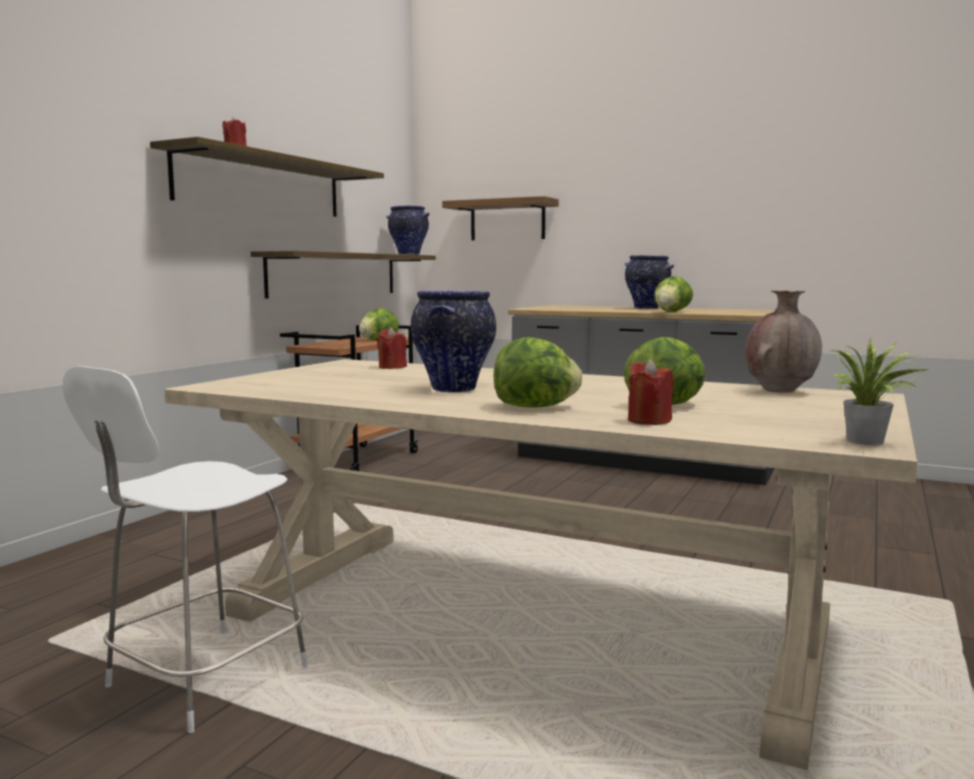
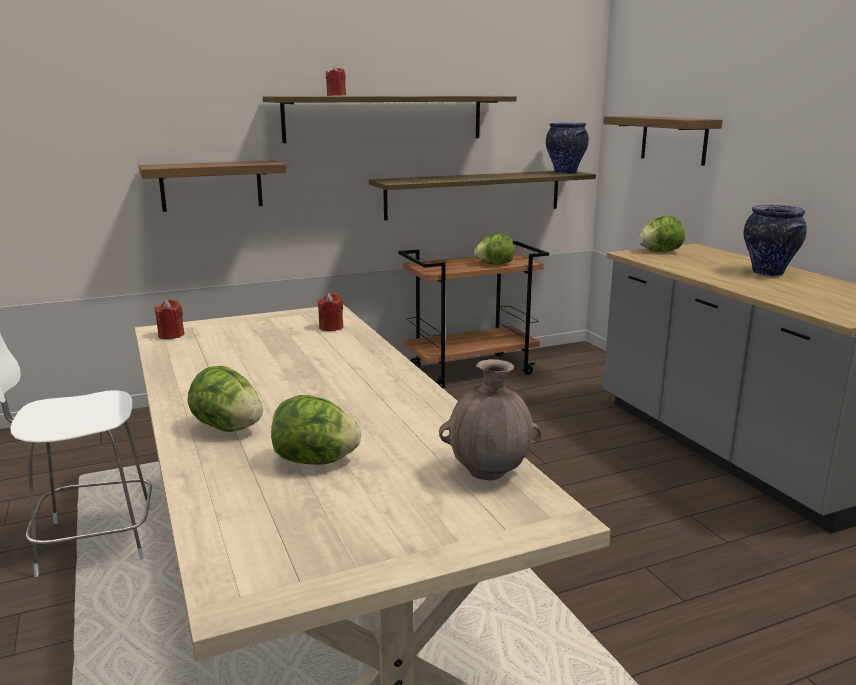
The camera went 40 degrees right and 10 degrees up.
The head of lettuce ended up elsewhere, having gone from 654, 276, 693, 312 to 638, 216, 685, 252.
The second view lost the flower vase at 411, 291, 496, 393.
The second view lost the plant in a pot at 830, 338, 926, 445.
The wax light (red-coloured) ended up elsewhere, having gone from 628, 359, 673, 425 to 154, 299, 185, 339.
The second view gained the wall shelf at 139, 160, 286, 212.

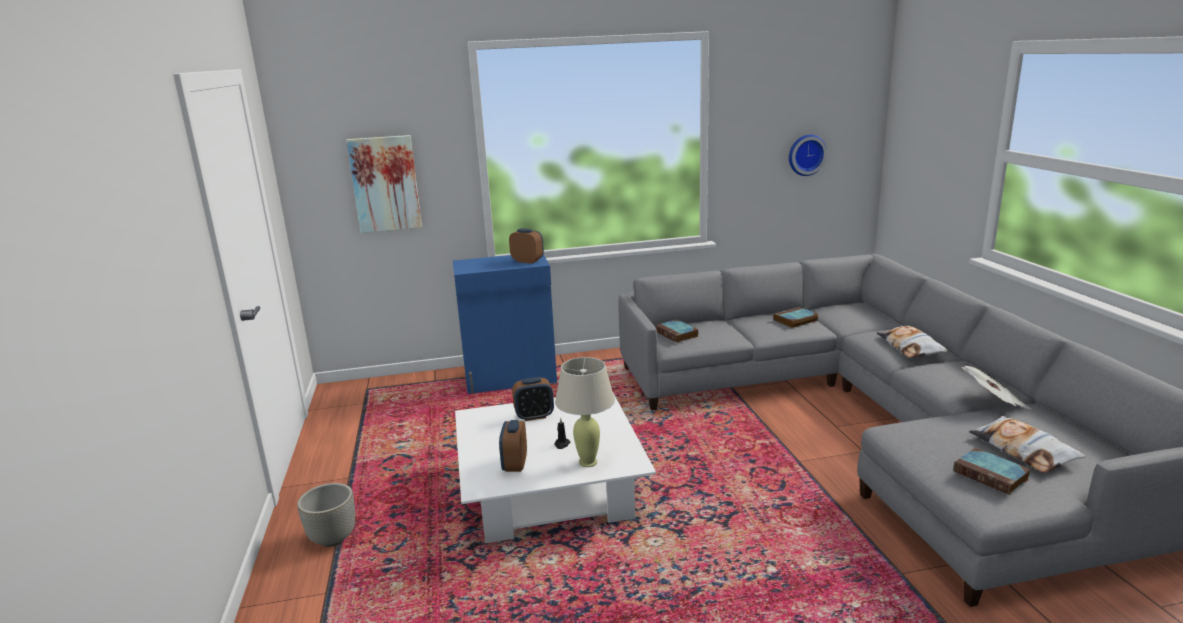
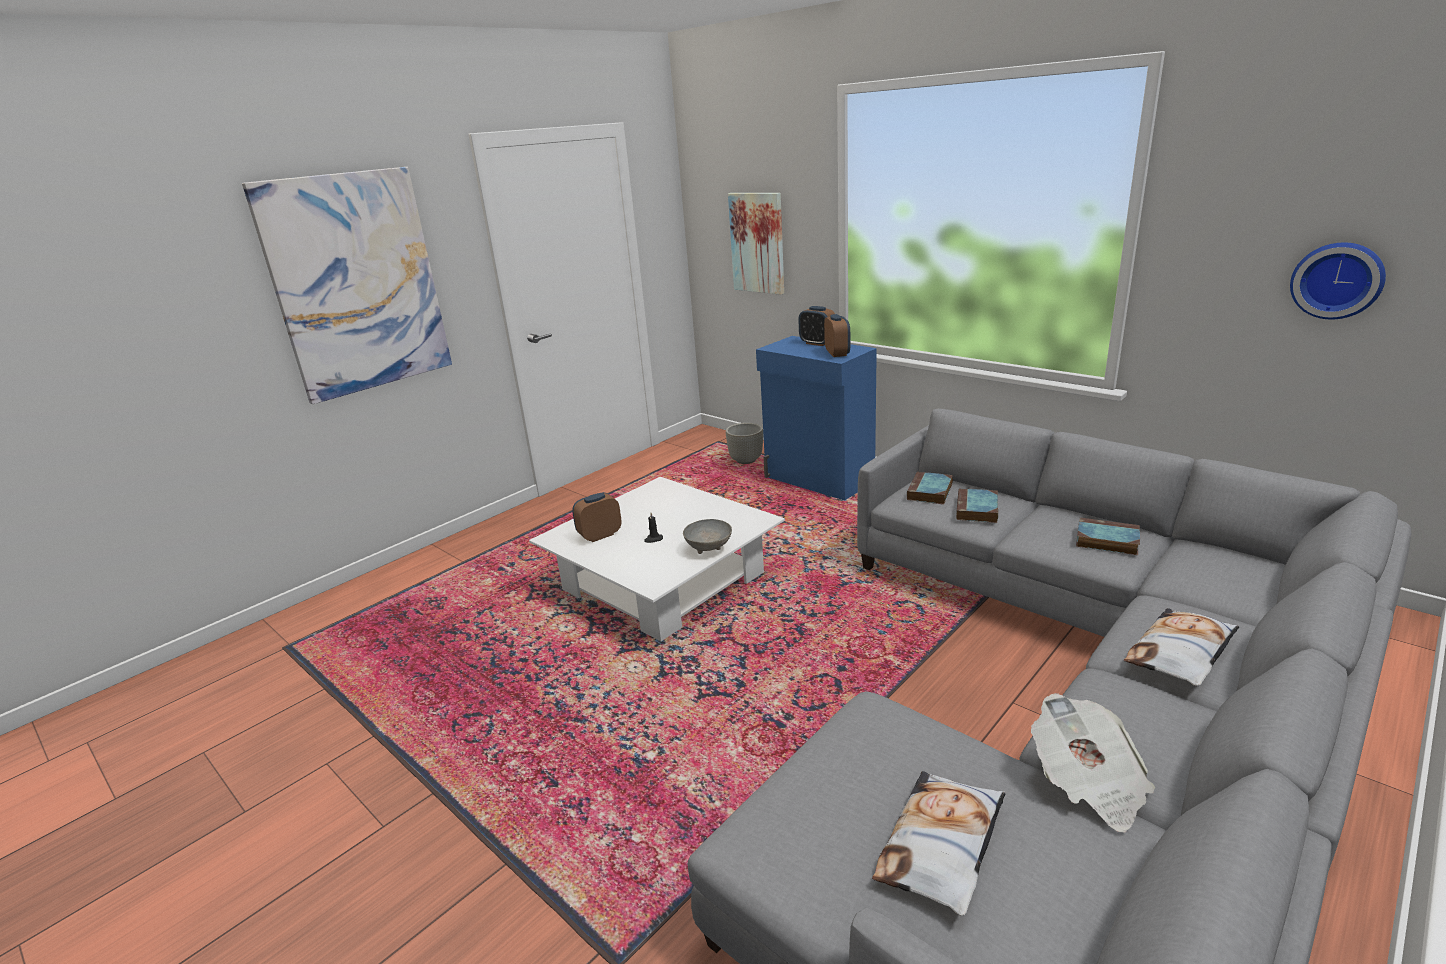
The camera went 55 degrees right and 5 degrees up.
The second view lost the table lamp (beige-coloured) at 555, 357, 615, 467.
The table clock ended up elsewhere, having gone from 512, 377, 554, 421 to 799, 306, 835, 346.
The book ended up elsewhere, having gone from 953, 448, 1031, 495 to 956, 488, 998, 523.
The plant pot (grey) ended up elsewhere, having gone from 297, 483, 355, 547 to 726, 423, 763, 464.
The second view gained the wall picture at 242, 167, 452, 404.
The second view gained the bowl (grey) at 683, 519, 732, 554.

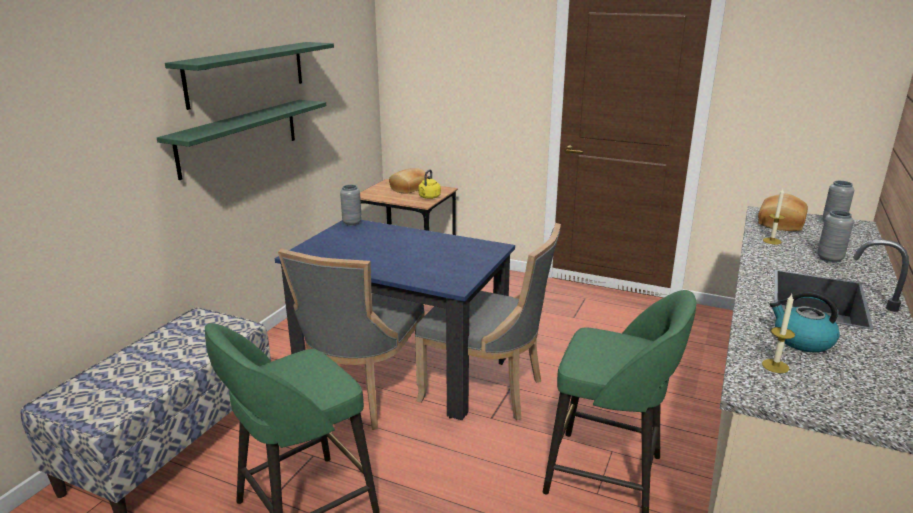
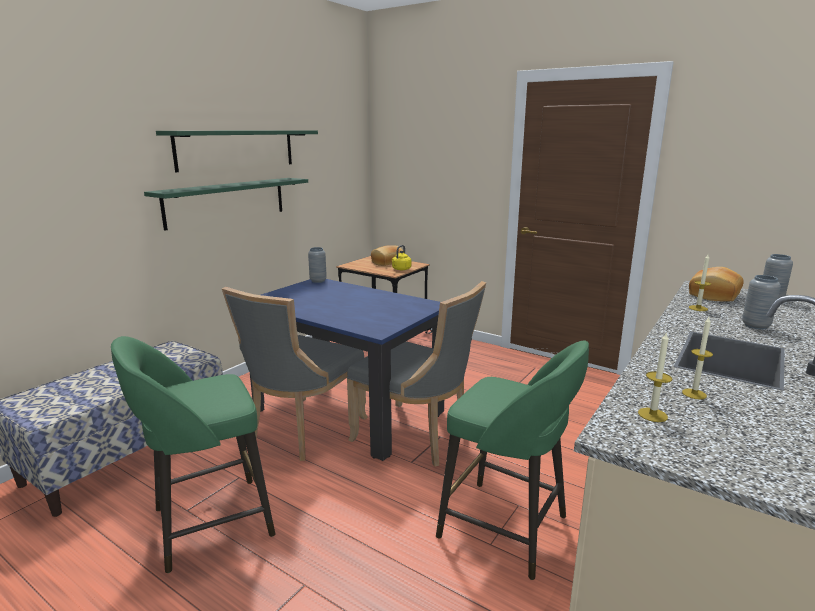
The camera went 10 degrees right and 5 degrees down.
Where the tea kettle stood at 770, 290, 840, 352, the wax light came to stand at 682, 317, 713, 400.

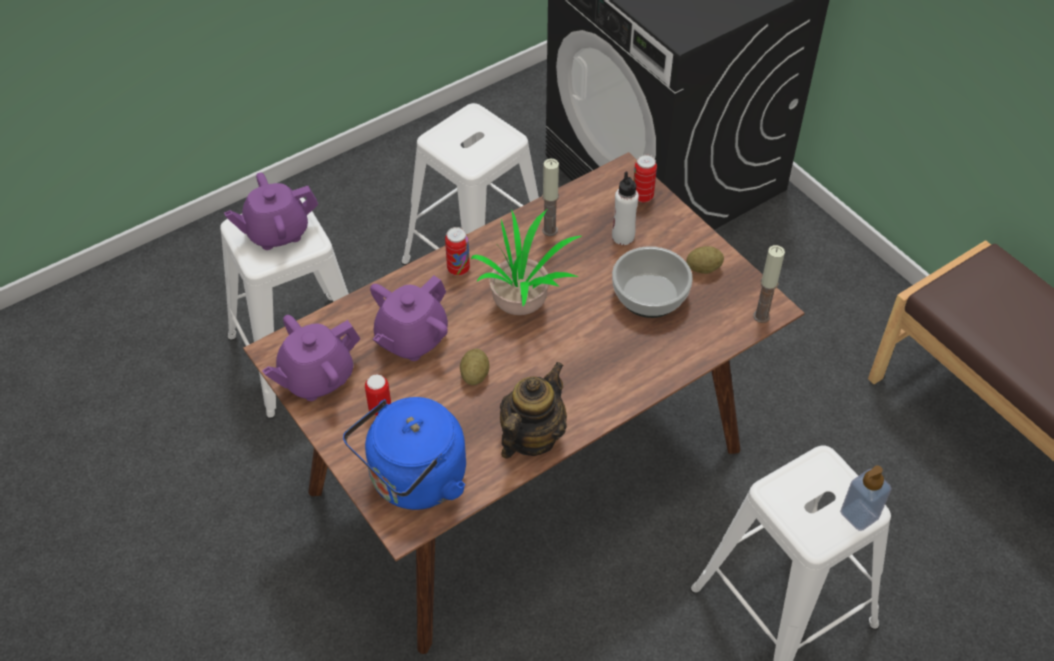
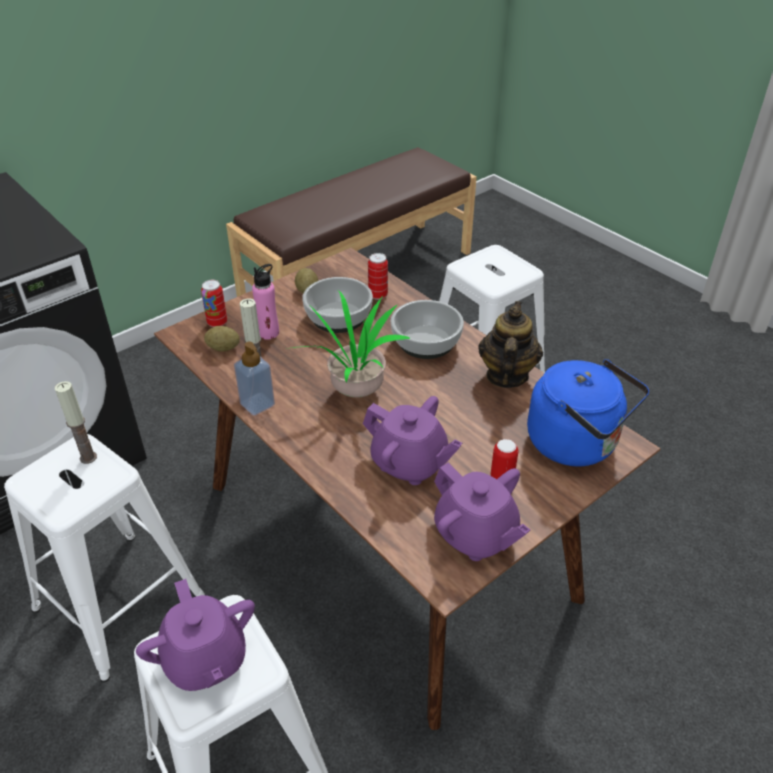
The camera went 95 degrees left and 10 degrees down.
What was the beverage bottle (whitish) at 612, 171, 639, 245 turned into the beverage bottle (pink) at 252, 264, 279, 339.
The metal can ended up elsewhere, having gone from 445, 227, 470, 276 to 368, 253, 388, 300.
The wax light ended up elsewhere, having gone from 753, 245, 785, 323 to 54, 381, 97, 464.
The potato ended up elsewhere, having gone from 460, 348, 490, 385 to 204, 326, 240, 352.
The teapot at 500, 362, 567, 459 ended up facing another way, 75 degrees clockwise from before.
The soap dispenser ended up elsewhere, having gone from 840, 466, 892, 531 to 234, 342, 275, 415.
The second view gained the bowl at 391, 300, 464, 359.

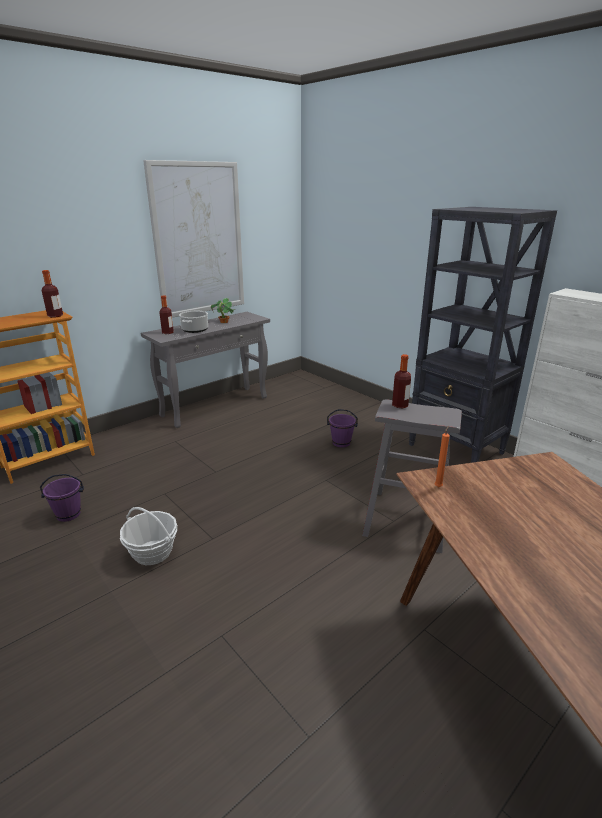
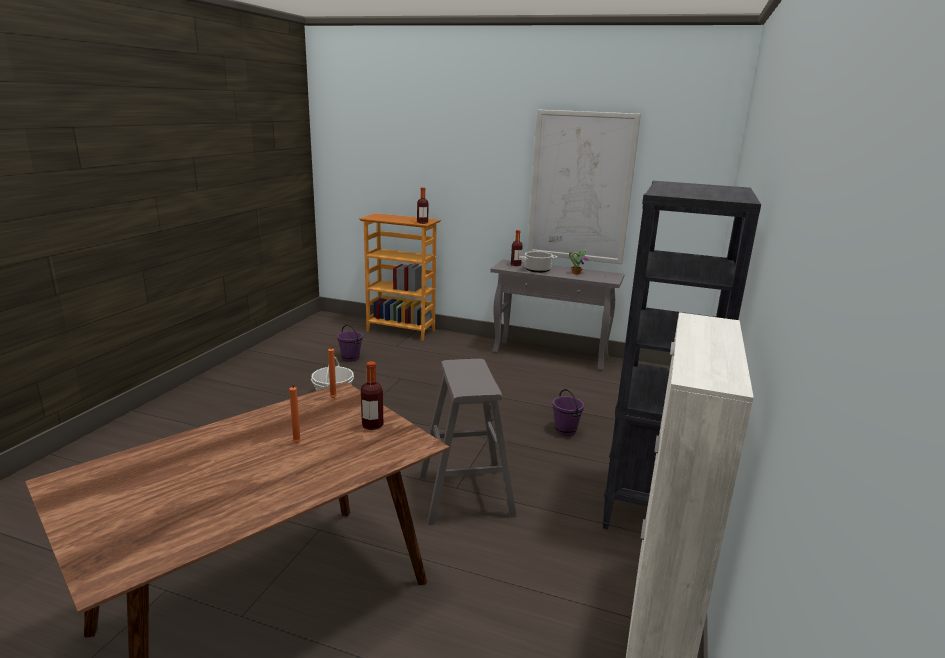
The camera went 60 degrees right and 5 degrees down.
The beverage bottle ended up elsewhere, having gone from 392, 354, 411, 408 to 361, 361, 383, 430.
The second view gained the wax light (orange-coloured) at 289, 385, 301, 443.

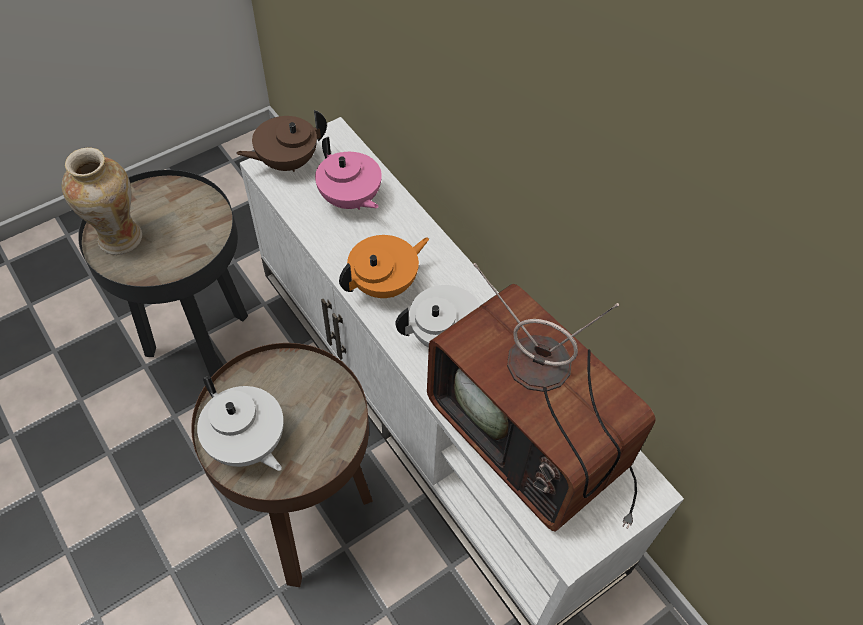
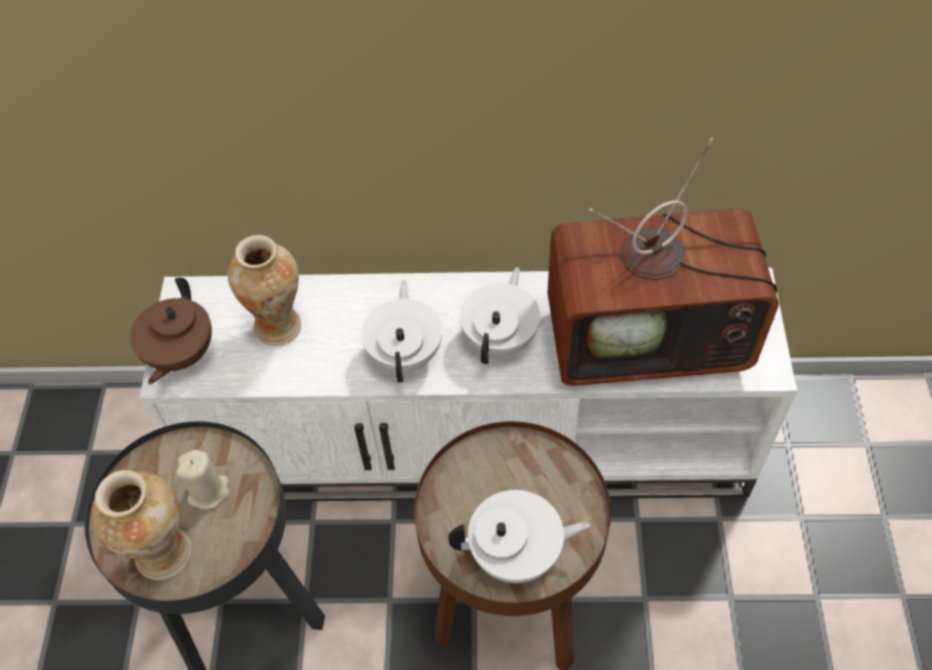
The camera went 50 degrees left and 0 degrees up.
Where the teapot (pink) stood at 315, 137, 382, 210, the flower vase came to stand at 228, 235, 301, 346.
What was the teapot (orange-coloured) at 339, 235, 429, 298 turned into the teapot (whitish) at 361, 280, 442, 383.
The second view gained the wax light (beige-coloured) at 176, 450, 229, 509.

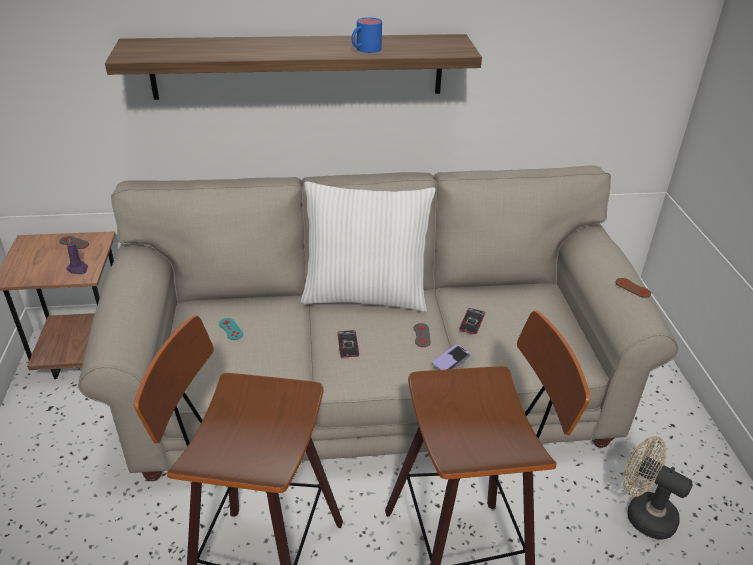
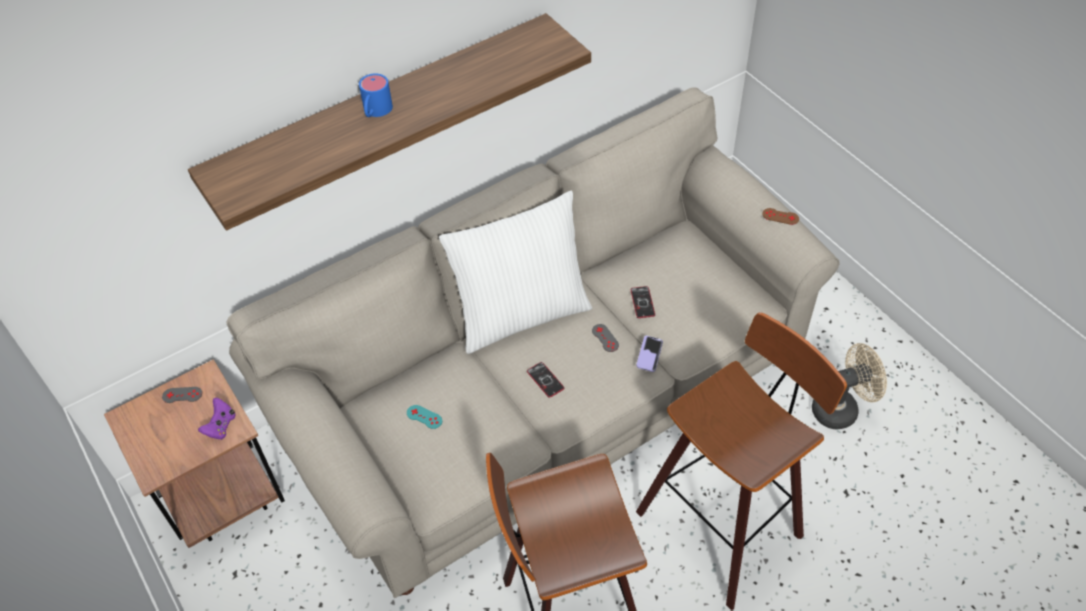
The camera went 25 degrees left and 15 degrees up.
The tea mug (blue) ended up elsewhere, having gone from 352, 17, 382, 53 to 359, 73, 393, 117.
Where the wax light (purple-coloured) stood at 66, 239, 88, 274, the gamepad (purple-coloured) came to stand at 198, 398, 235, 440.
The electric fan (beige-coloured) at 623, 436, 693, 540 ended up facing another way, 150 degrees clockwise from before.

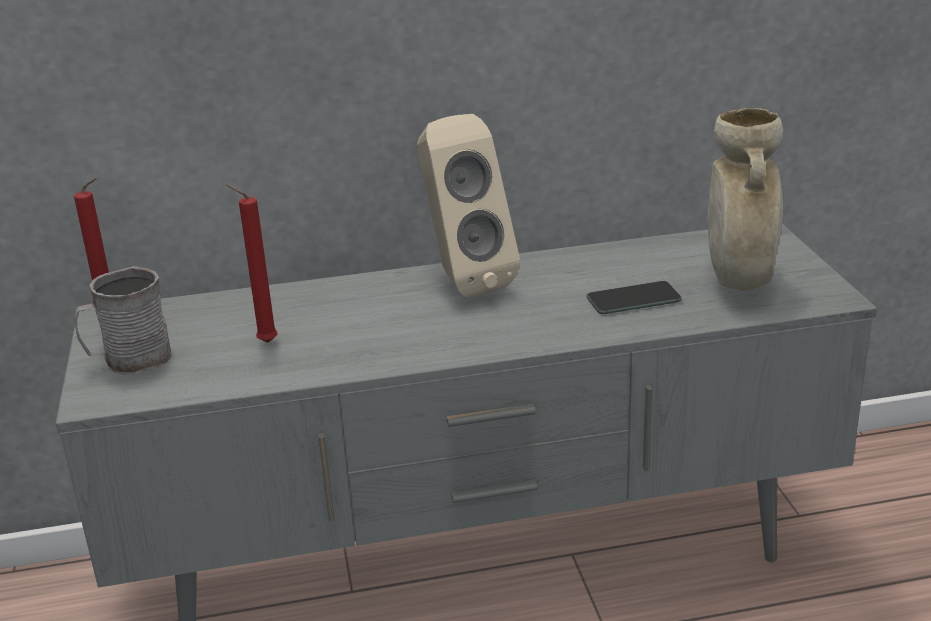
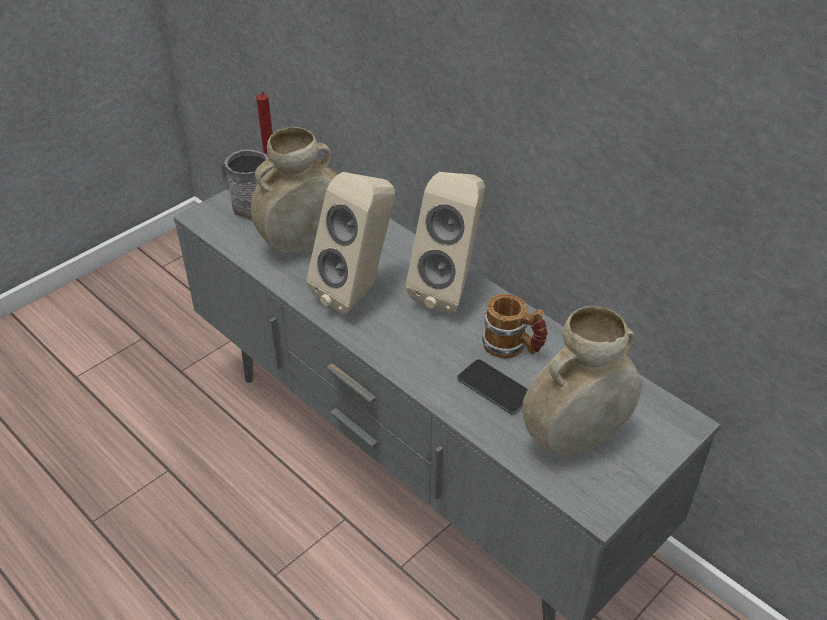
The camera went 55 degrees right and 15 degrees up.
Where the wax light (red-coloured) stood at 226, 184, 278, 343, the flower vase (beige-coloured) came to stand at 251, 127, 337, 253.
The second view gained the audio speaker (beige-coloured) at 307, 172, 395, 315.
The second view gained the tea mug at 482, 294, 548, 359.

